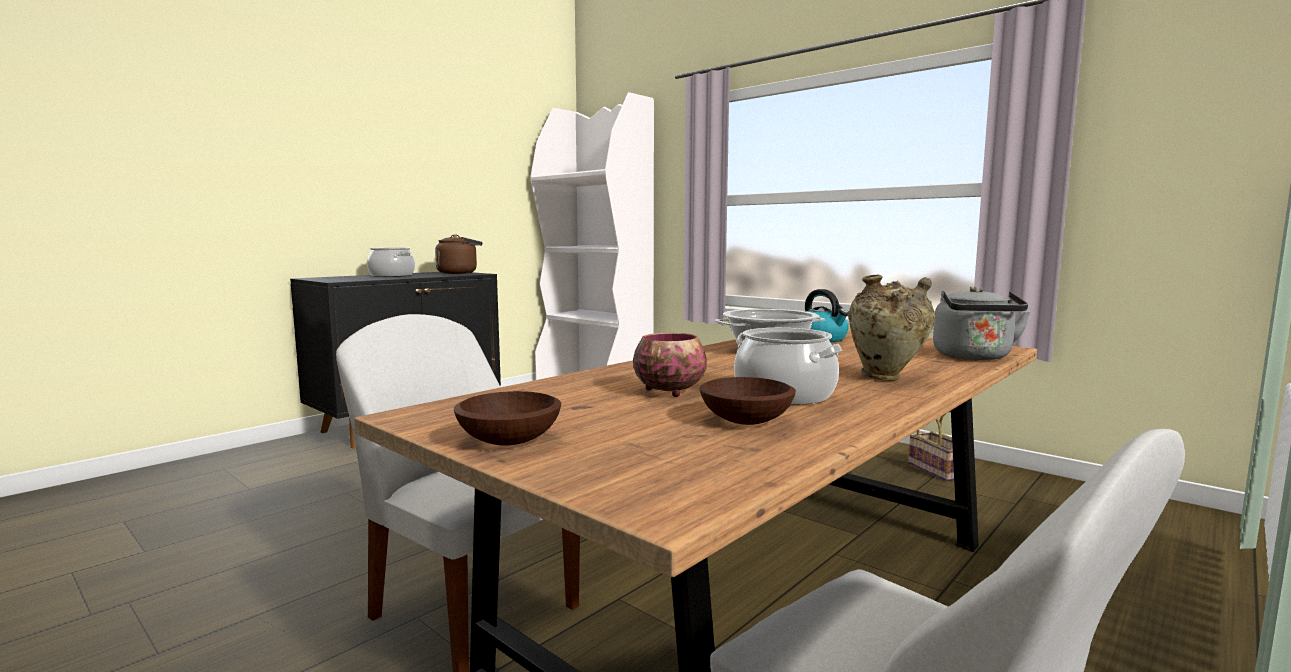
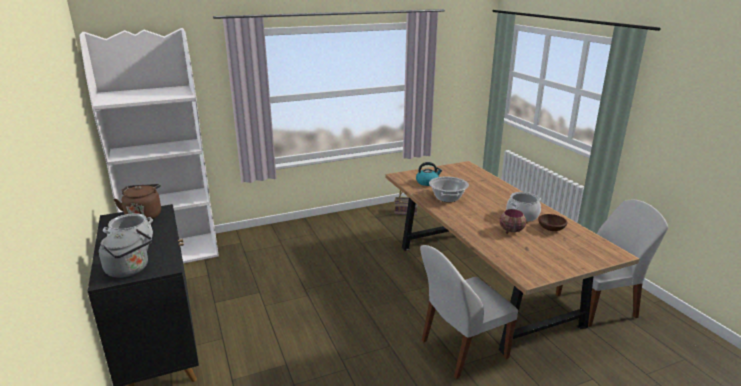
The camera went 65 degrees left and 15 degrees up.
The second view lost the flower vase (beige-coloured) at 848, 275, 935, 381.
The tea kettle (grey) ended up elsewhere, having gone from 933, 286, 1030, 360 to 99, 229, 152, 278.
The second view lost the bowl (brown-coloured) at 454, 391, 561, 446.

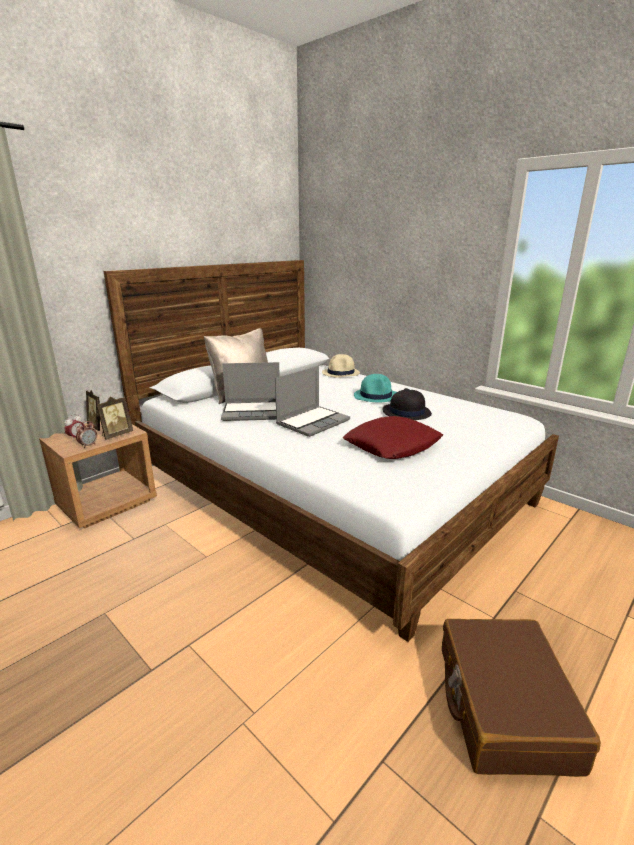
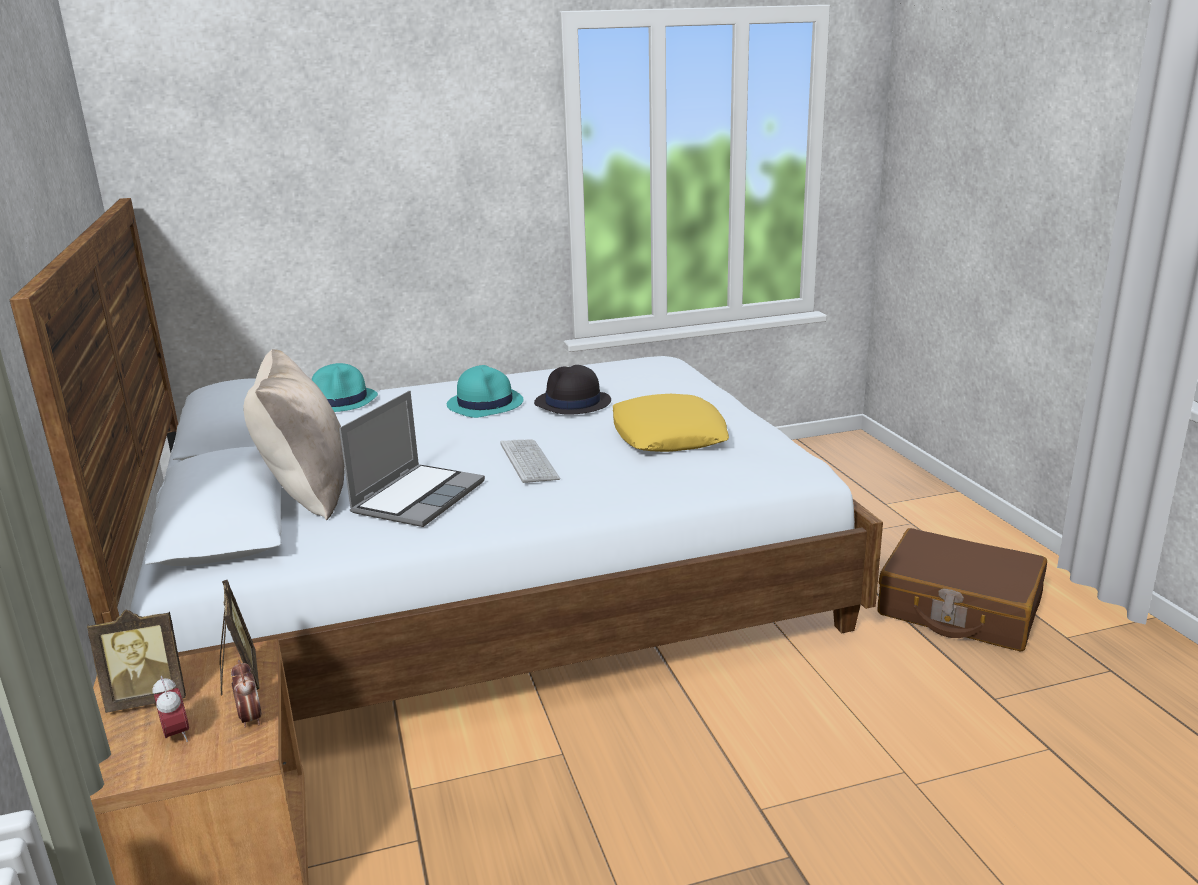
The camera went 60 degrees left and 0 degrees up.
What was the wearable hat (beige-coloured) at 322, 354, 360, 377 turned into the wearable hat (turquoise) at 311, 363, 378, 412.
Where the notebook computer stood at 275, 366, 350, 437, the computer keyboard came to stand at 500, 439, 560, 483.
What was the pillow (red-coloured) at 343, 416, 443, 459 turned into the pillow (yellow) at 613, 394, 729, 452.

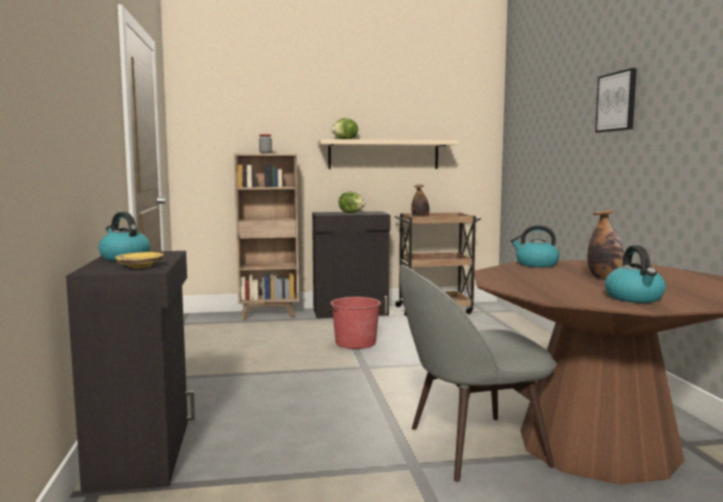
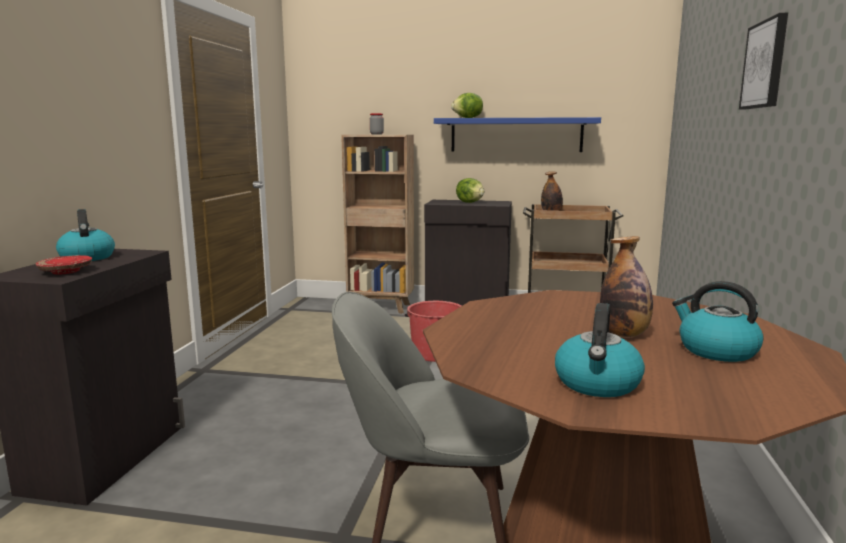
The camera went 20 degrees right and 5 degrees up.
What was the wall shelf (beige-coloured) at 318, 139, 458, 169 turned into the wall shelf (blue) at 434, 117, 601, 152.
The tea kettle ended up elsewhere, having gone from 510, 225, 560, 267 to 672, 281, 763, 362.
What was the dinner plate (yellow) at 115, 252, 164, 268 turned into the dinner plate (red-coloured) at 36, 255, 92, 275.

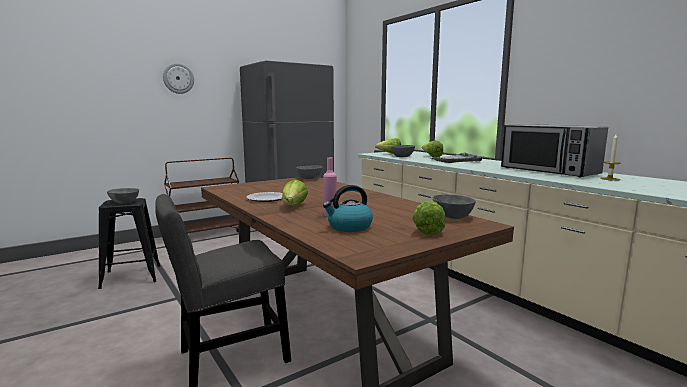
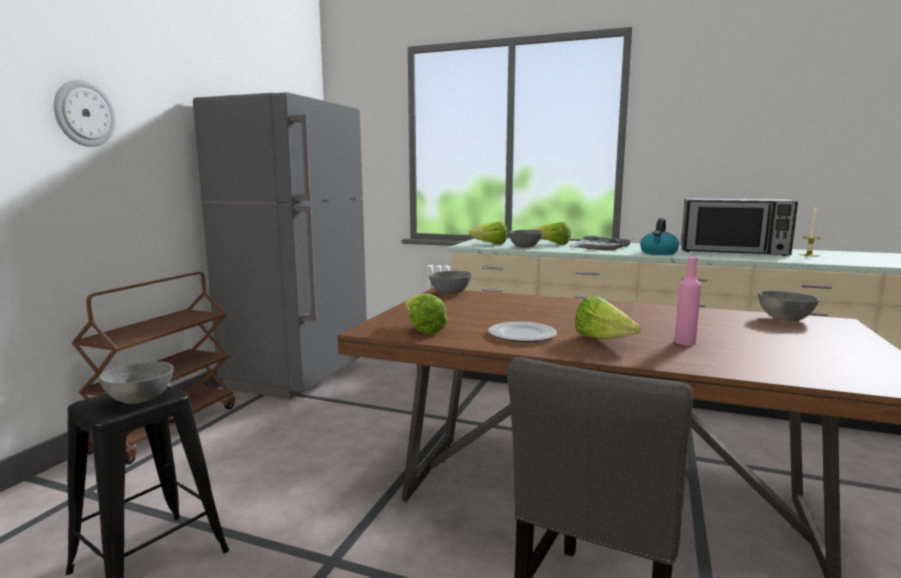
The camera went 35 degrees left and 0 degrees up.
The tea kettle ended up elsewhere, having gone from 323, 185, 373, 232 to 640, 218, 679, 255.
The head of lettuce ended up elsewhere, having gone from 412, 201, 445, 235 to 405, 294, 447, 334.

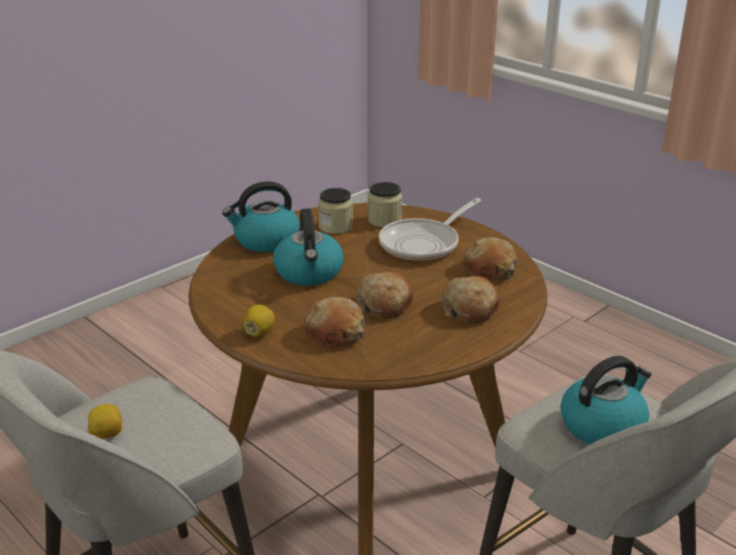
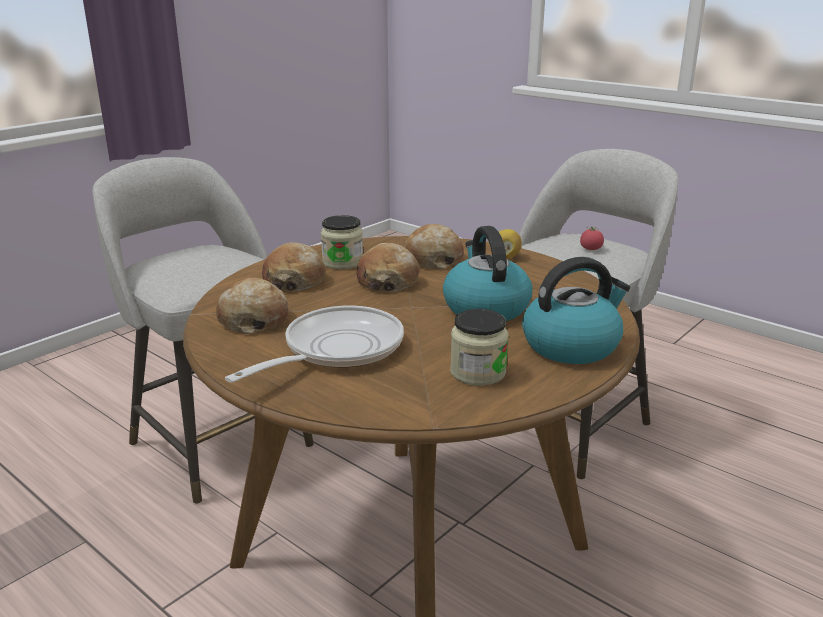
The camera went 175 degrees right and 5 degrees down.
The preserve jar ended up elsewhere, having gone from 368, 182, 402, 227 to 321, 215, 363, 269.
The second view lost the tea kettle at 561, 356, 651, 445.
Where the citrus fruit stood at 88, 404, 123, 439, the whole tomato came to stand at 580, 226, 604, 250.

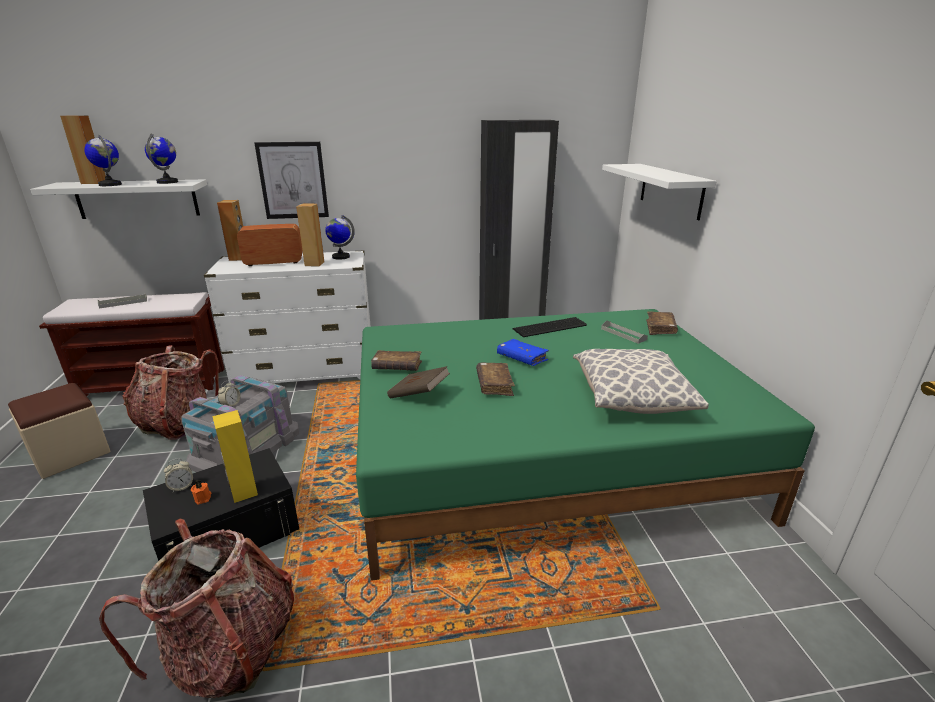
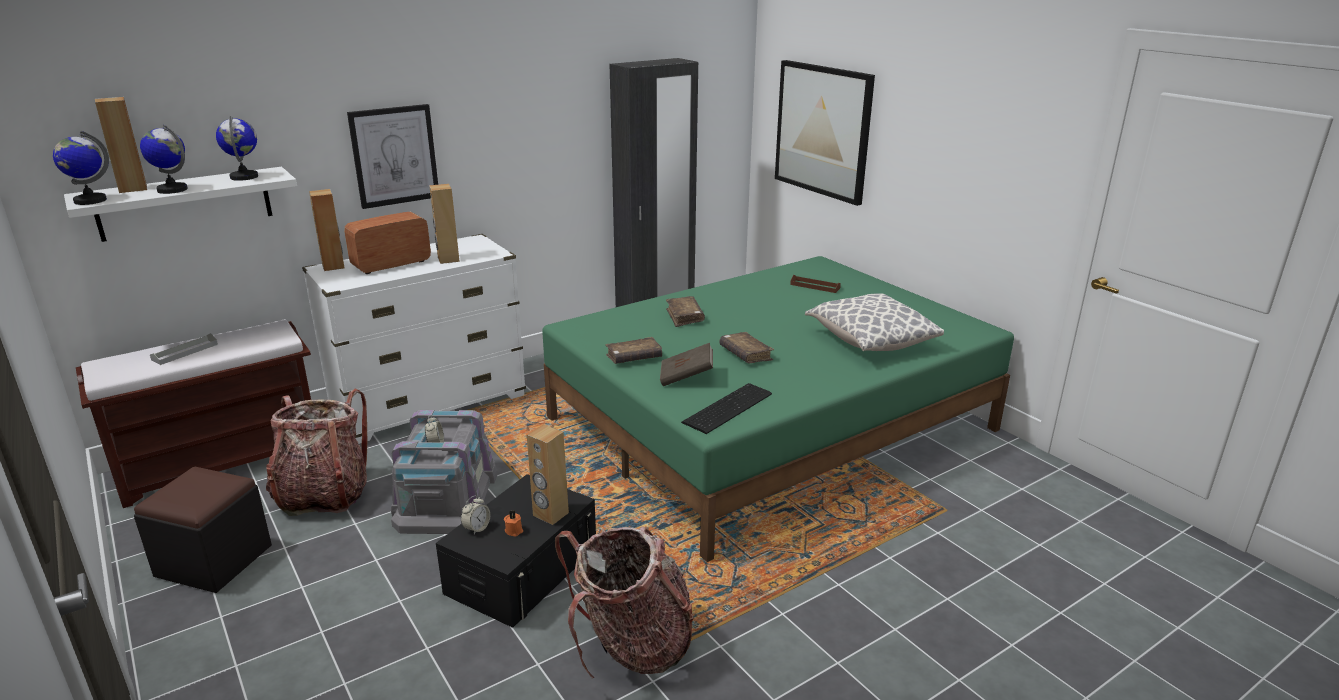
The camera went 25 degrees left and 0 degrees up.
Where the wall shelf (whitish) hung at 602, 164, 717, 220, the wall picture came to hang at 775, 60, 875, 206.
The globe ended up elsewhere, having gone from 325, 215, 355, 260 to 53, 131, 109, 205.
The book (brown-coloured) ended up elsewhere, having gone from 646, 311, 678, 335 to 666, 296, 705, 327.
The computer keyboard ended up elsewhere, having gone from 513, 317, 587, 337 to 681, 383, 772, 434.
What was the tray (grey) at 601, 320, 648, 344 turned into the tray (brown-coloured) at 790, 275, 841, 293.
The second view lost the book (blue) at 497, 339, 549, 366.
What was the pouffe (beige-coloured) at 8, 383, 110, 479 turned into the pouffe (blackish) at 134, 467, 272, 593.
What was the audio speaker (yellow) at 212, 410, 258, 503 turned into the audio speaker (brown-coloured) at 527, 424, 569, 525.

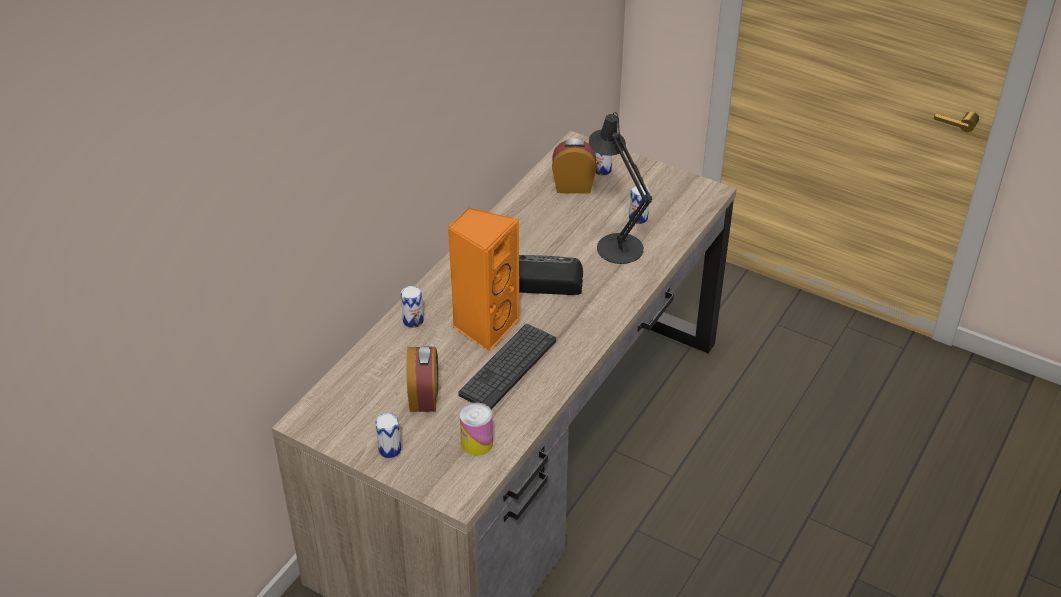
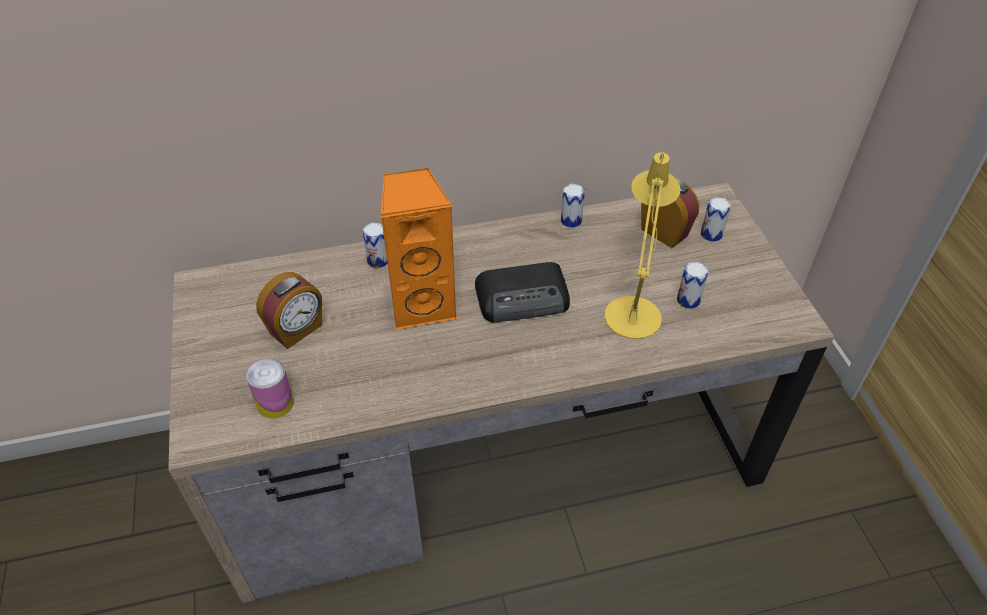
The camera went 45 degrees right and 5 degrees up.
What was the table lamp (blackish) at 588, 112, 652, 264 turned into the table lamp (yellow) at 605, 152, 680, 339.
The radio at 519, 255, 583, 295 ended up facing another way, 120 degrees clockwise from before.
The second view lost the computer keyboard at 458, 324, 556, 409.
The metal can ended up elsewhere, having gone from 375, 413, 401, 458 to 561, 184, 585, 228.

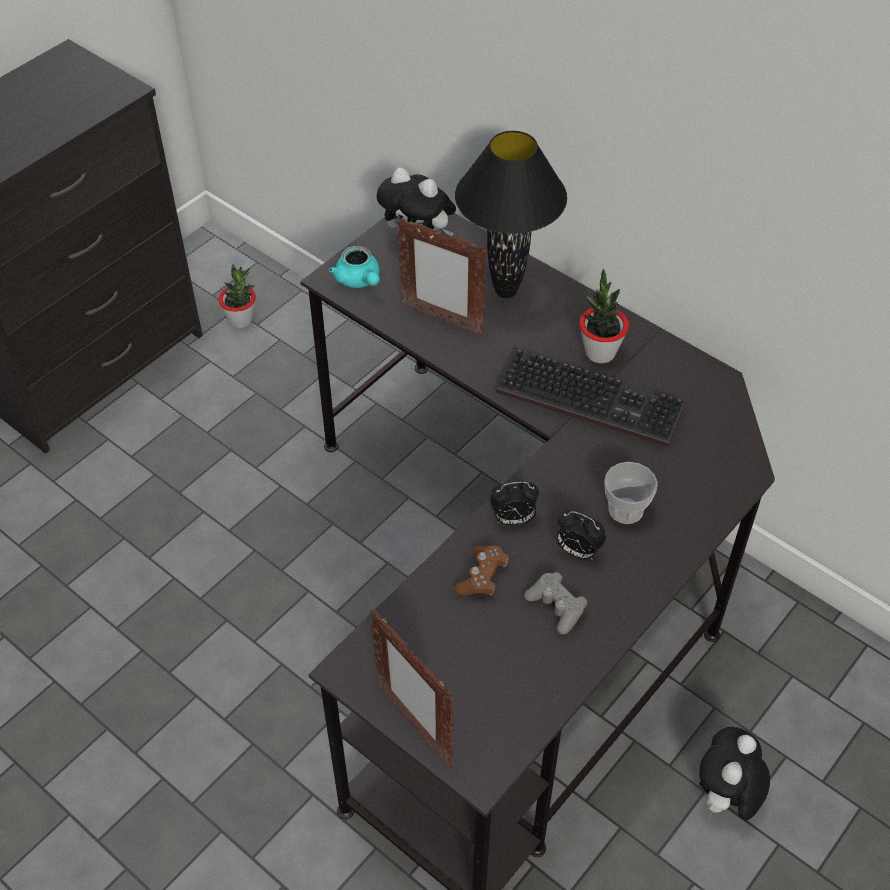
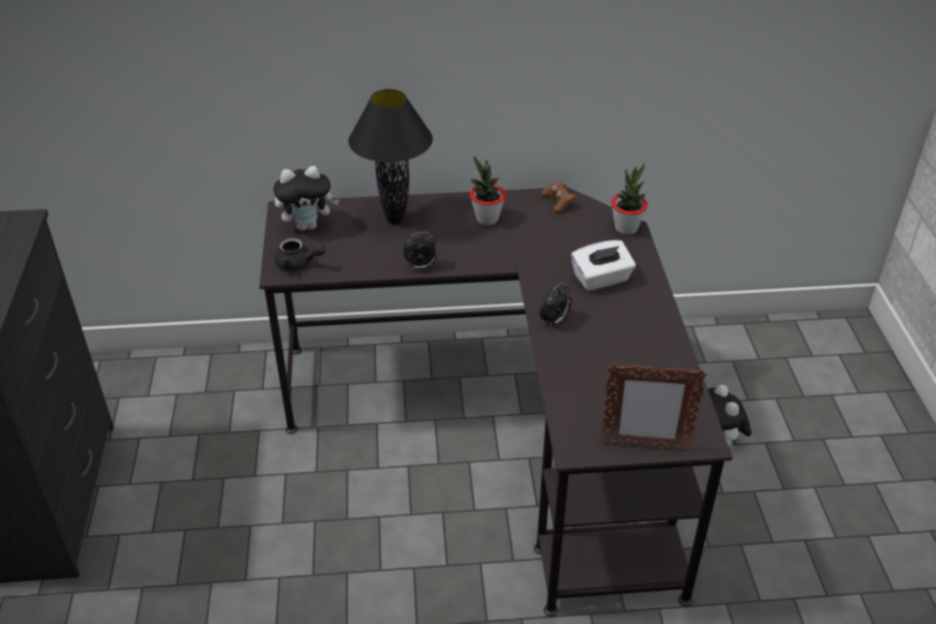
The camera went 45 degrees left and 10 degrees down.
The second view lost the standing frame at 396, 218, 487, 335.
What was the teapot (turquoise) at 329, 246, 380, 288 turned into the teapot (blackish) at 275, 238, 326, 271.
The plant in a pot ended up elsewhere, having gone from 218, 264, 256, 328 to 611, 163, 648, 235.
The second view lost the computer keyboard at 496, 349, 685, 447.
Where the small cup stood at 604, 462, 658, 524, the box of tissues (whitish) came to stand at 571, 240, 636, 291.
The table clock ended up elsewhere, having gone from 556, 510, 606, 560 to 403, 232, 436, 270.
The gamepad (brown-coloured) ended up elsewhere, having gone from 454, 545, 509, 596 to 541, 181, 576, 212.
The second view lost the gamepad (grey) at 524, 572, 587, 635.

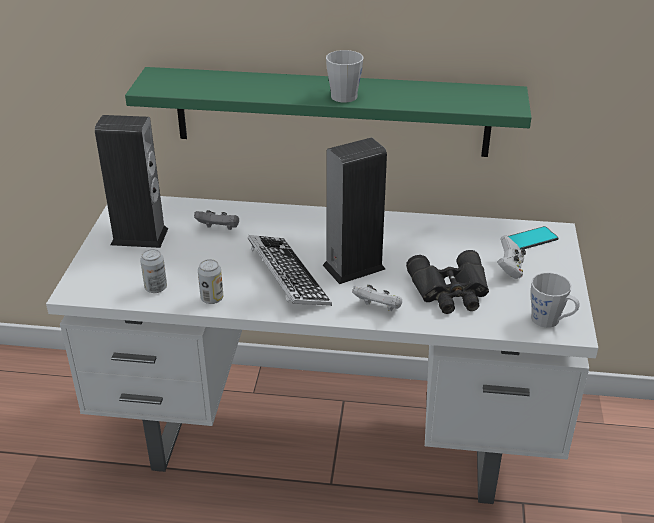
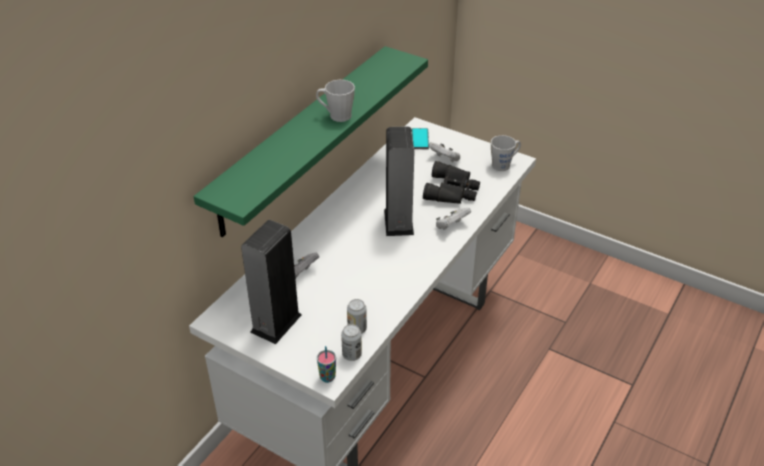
The camera went 65 degrees left and 5 degrees up.
The second view lost the computer keyboard at 248, 235, 332, 306.
The metal can ended up elsewhere, having gone from 198, 259, 223, 304 to 341, 324, 362, 361.
The second view gained the small cup at 317, 346, 336, 383.

